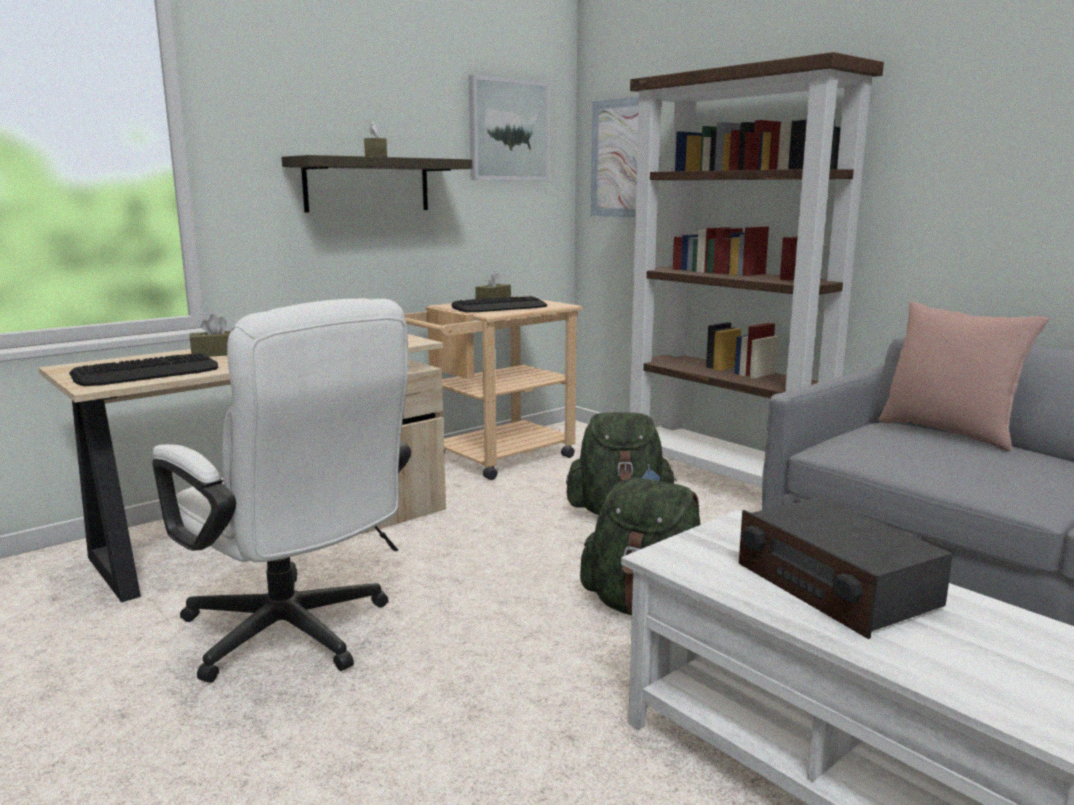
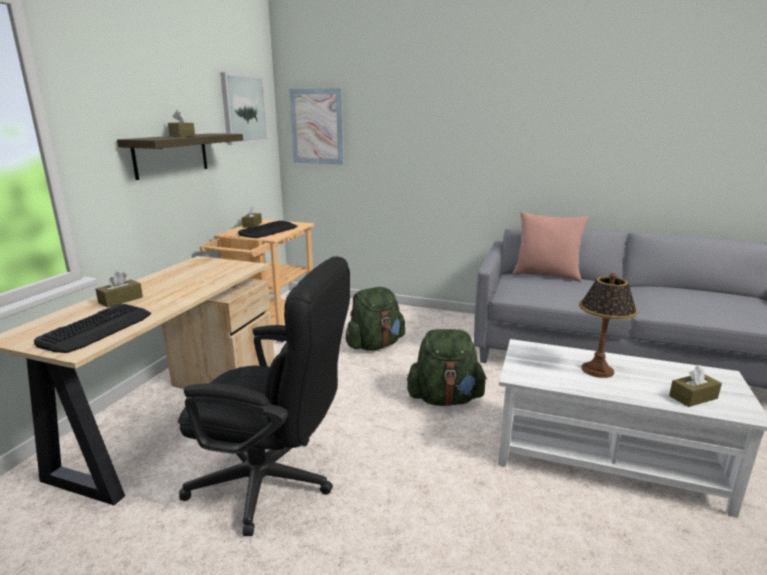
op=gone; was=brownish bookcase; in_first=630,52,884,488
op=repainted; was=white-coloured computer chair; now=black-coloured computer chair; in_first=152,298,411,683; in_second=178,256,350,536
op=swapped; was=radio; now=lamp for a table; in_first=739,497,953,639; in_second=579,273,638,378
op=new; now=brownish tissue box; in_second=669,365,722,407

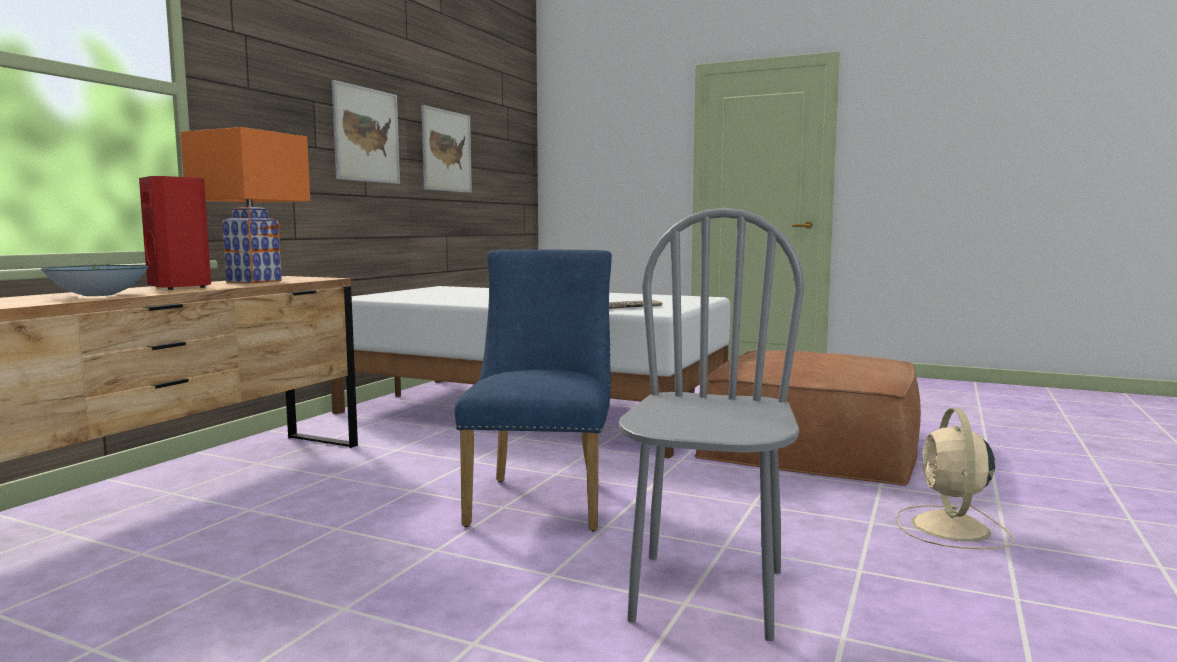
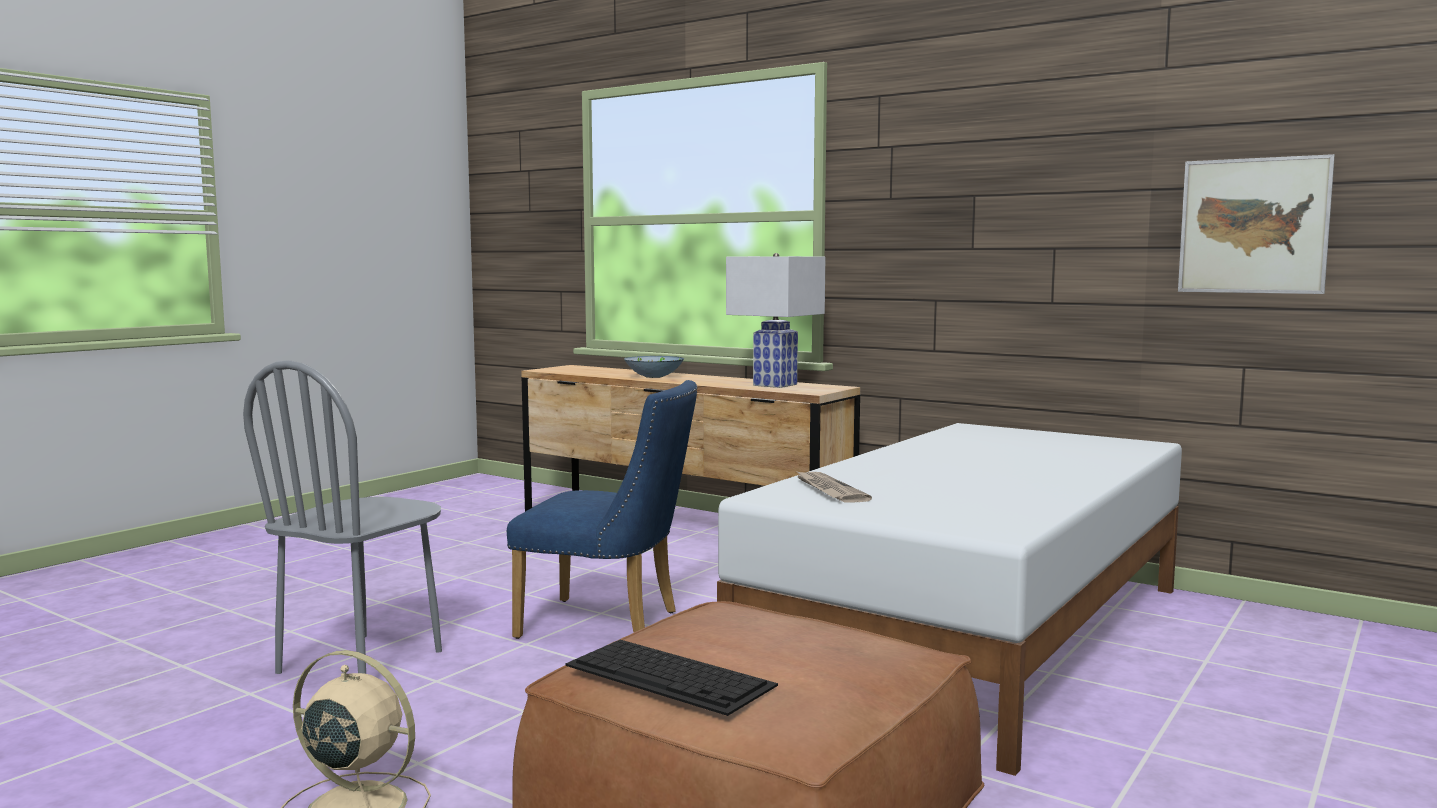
op=gone; was=wall picture; in_first=332,80,400,184
op=repainted; was=orangey lamp for a table; now=white-coloured lamp for a table; in_first=180,127,310,283; in_second=726,253,825,388
op=gone; was=red-coloured speaker; in_first=139,176,211,290
op=rotated; was=grey plain chair; in_first=619,208,804,641; in_second=243,360,442,674; clockwise=90
op=new; now=computer keyboard; in_second=565,640,778,716

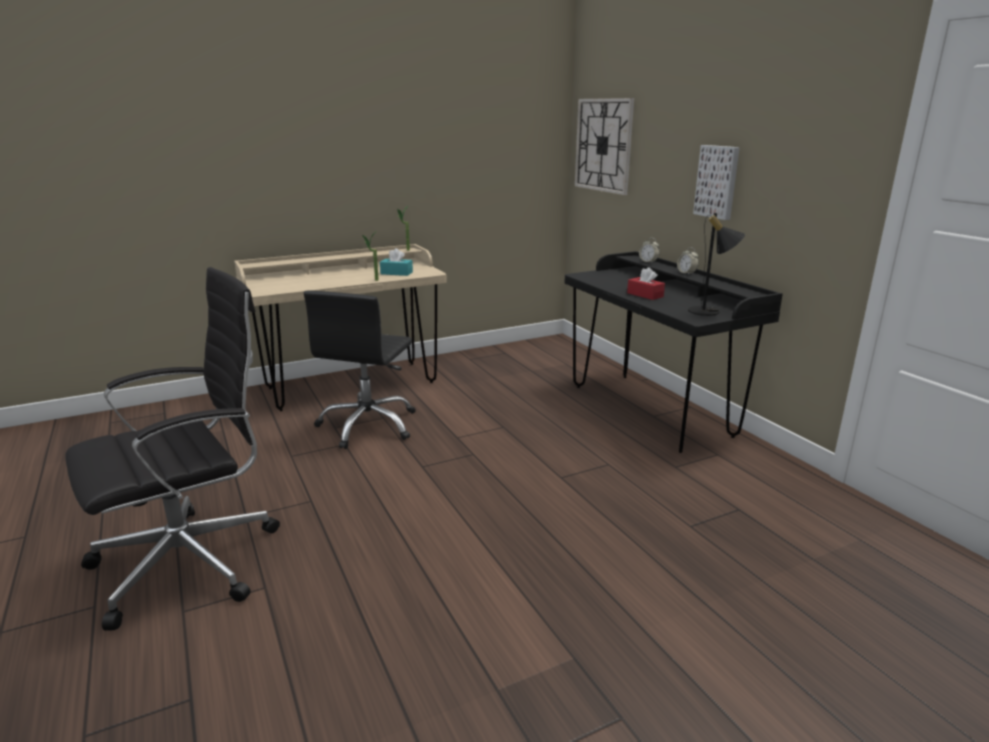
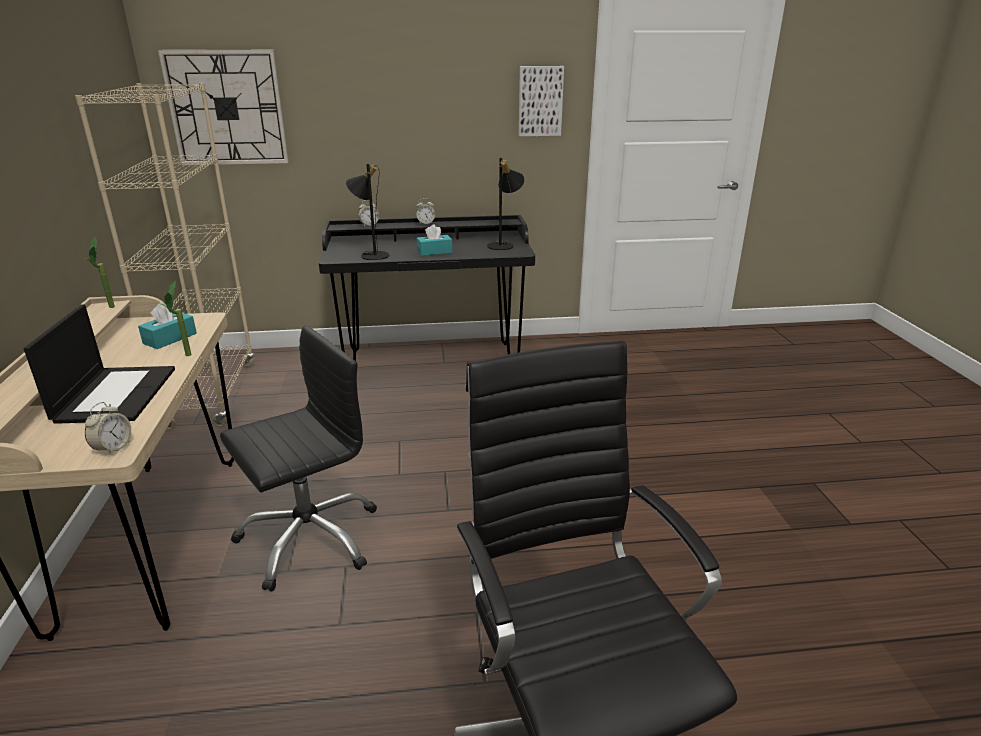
op=shifted; was=wall picture; in_first=693,145,740,220; in_second=519,66,564,136
op=repainted; was=red-coloured tissue box; now=blue-green tissue box; in_first=627,267,665,300; in_second=417,224,452,256
op=rotated; was=black-coloured computer chair; in_first=304,291,416,449; in_second=220,325,377,592; clockwise=-75
op=new; now=beige-coloured bookcase; in_second=75,83,254,430
op=new; now=black-coloured lamp for a table; in_second=346,164,389,260
op=new; now=laptop; in_second=24,304,175,424
op=new; now=alarm clock; in_second=85,402,131,456

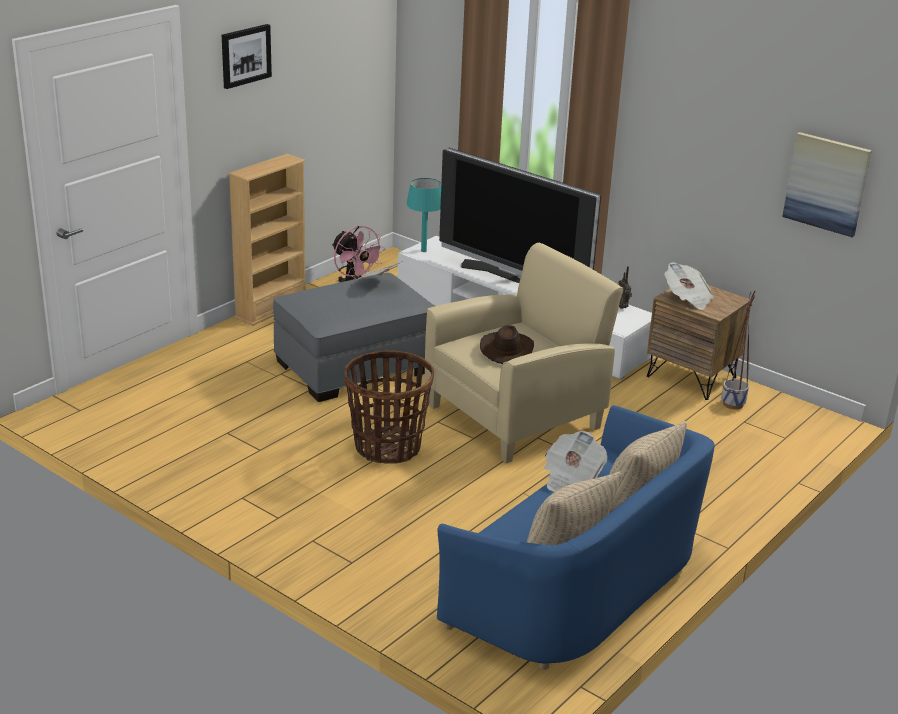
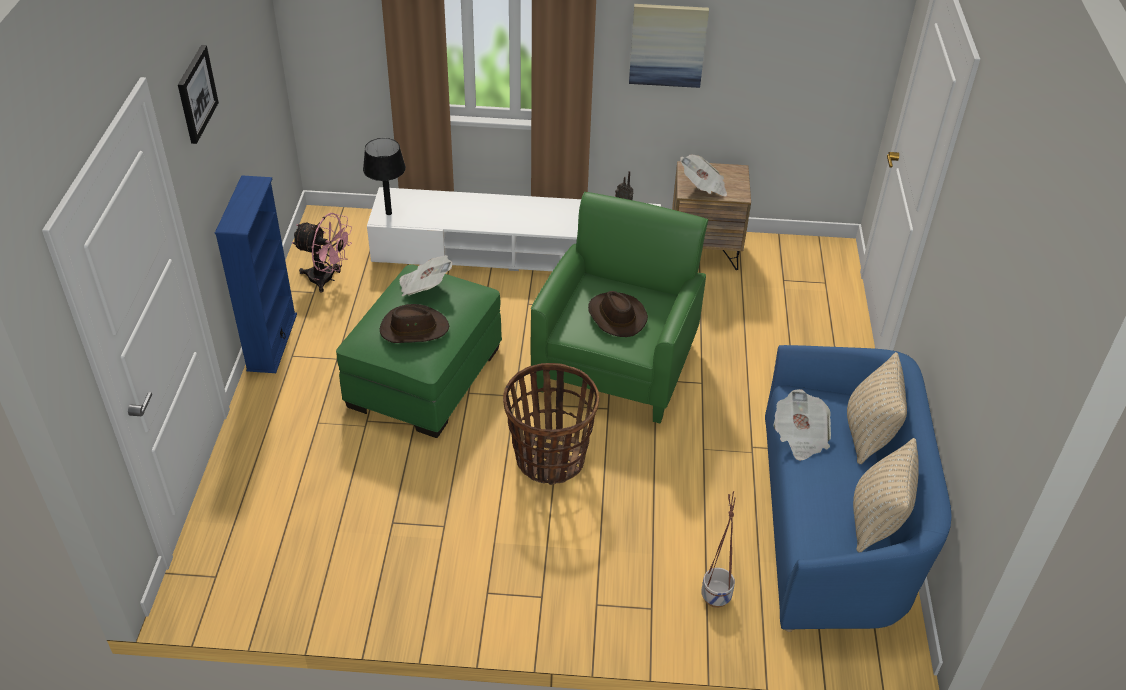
op=shifted; was=wall picture; in_first=782,132,872,237; in_second=629,4,709,88
op=gone; was=TV set; in_first=439,148,601,283
op=repainted; was=beige-coloured bookcase; now=blue bookcase; in_first=228,154,306,326; in_second=215,175,297,373
op=repainted; was=blue-green lamp for a table; now=black-coloured lamp for a table; in_first=406,178,441,252; in_second=363,138,406,215
op=repainted; was=beige-coloured lounge chair; now=greenish lounge chair; in_first=425,243,623,463; in_second=531,192,708,423
op=repainted; was=grey ottoman; now=greenish ottoman; in_first=273,273,435,402; in_second=336,265,502,438
op=shifted; was=plant pot; in_first=721,291,756,410; in_second=701,491,736,608
op=new; now=brownish hat; in_second=380,304,449,343

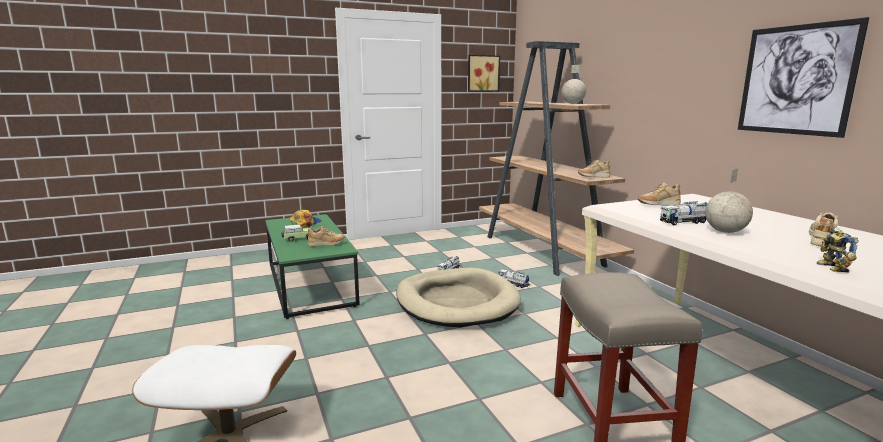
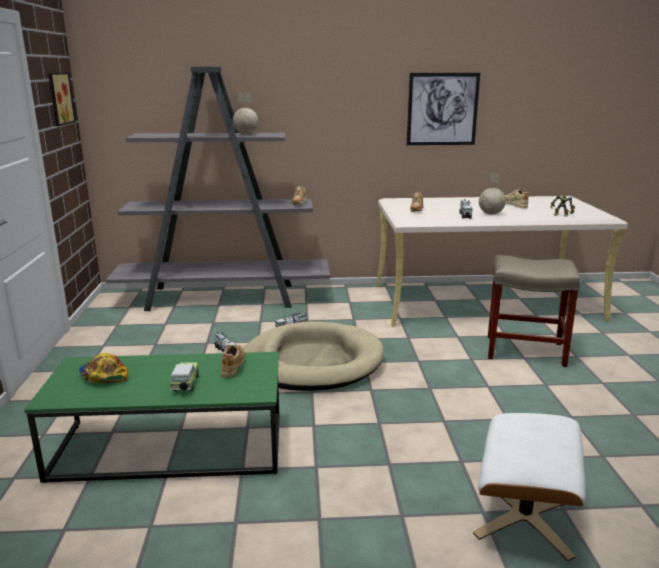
op=repainted; was=brownish bookcase; now=grey bookcase; in_first=479,41,634,276; in_second=106,67,330,311

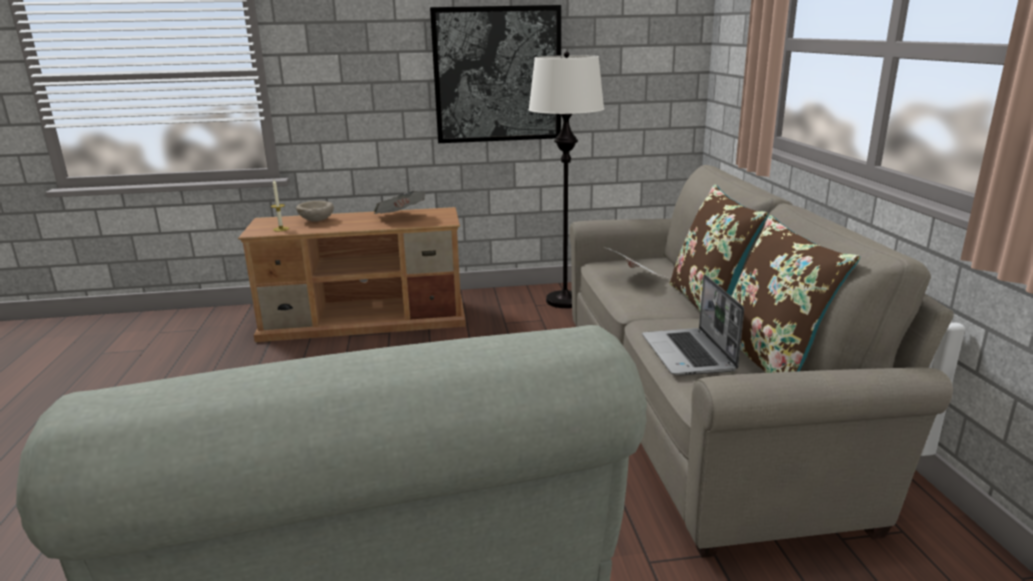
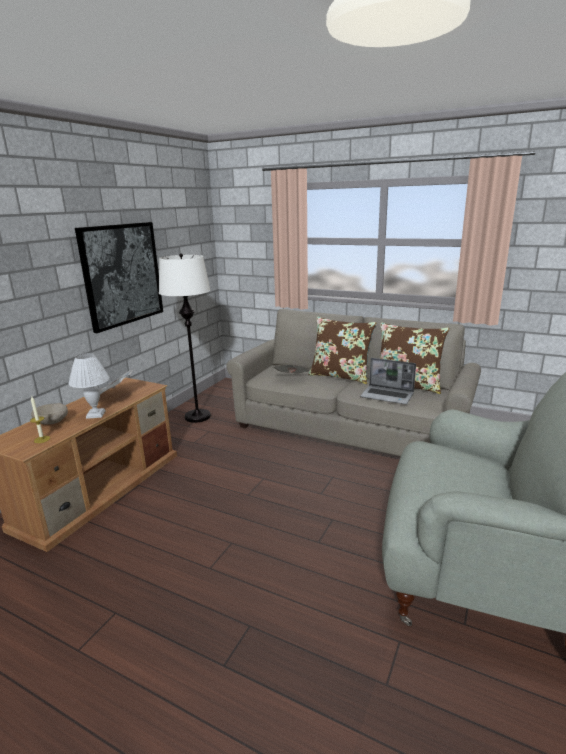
op=new; now=white-coloured lamp for a table; in_second=68,353,110,419

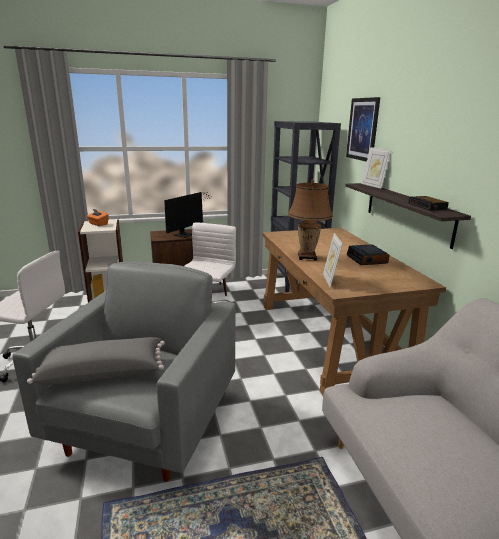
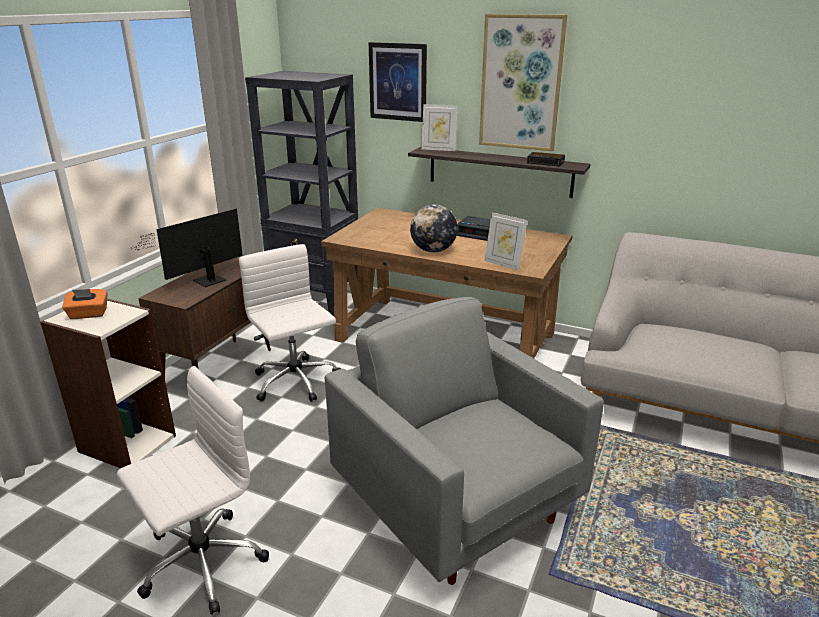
op=swapped; was=brownish lamp for a table; now=globe; in_first=288,179,333,260; in_second=410,205,458,253
op=rotated; was=computer screen; in_first=164,192,211,238; in_second=130,209,243,287; clockwise=-120
op=gone; was=grey cushion; in_first=27,337,165,385
op=new; now=wall picture; in_second=479,14,567,151

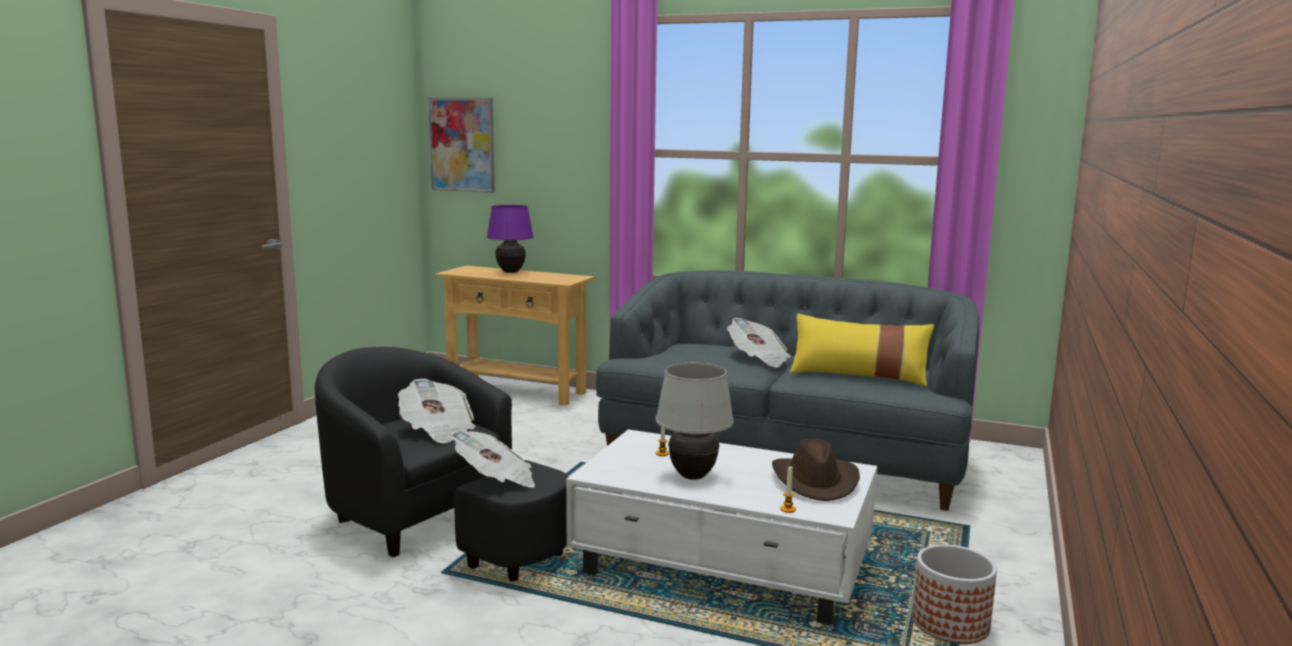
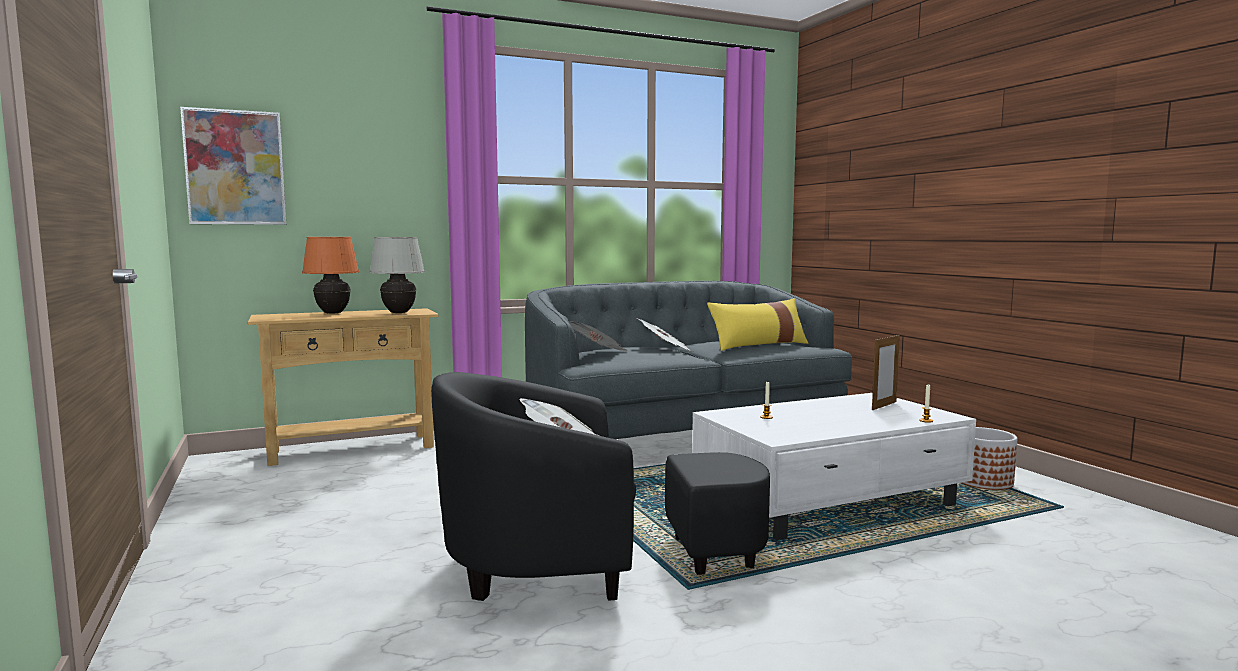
op=repainted; was=purplish lamp for a table; now=orangey lamp for a table; in_first=487,205,534,273; in_second=302,237,359,314
op=shifted; was=white-coloured lamp for a table; in_first=655,363,734,480; in_second=370,237,425,313
op=shifted; was=daily paper; in_first=451,431,535,488; in_second=569,321,627,351
op=swapped; was=brownish hat; now=photo frame; in_first=772,439,860,501; in_second=872,333,900,410

